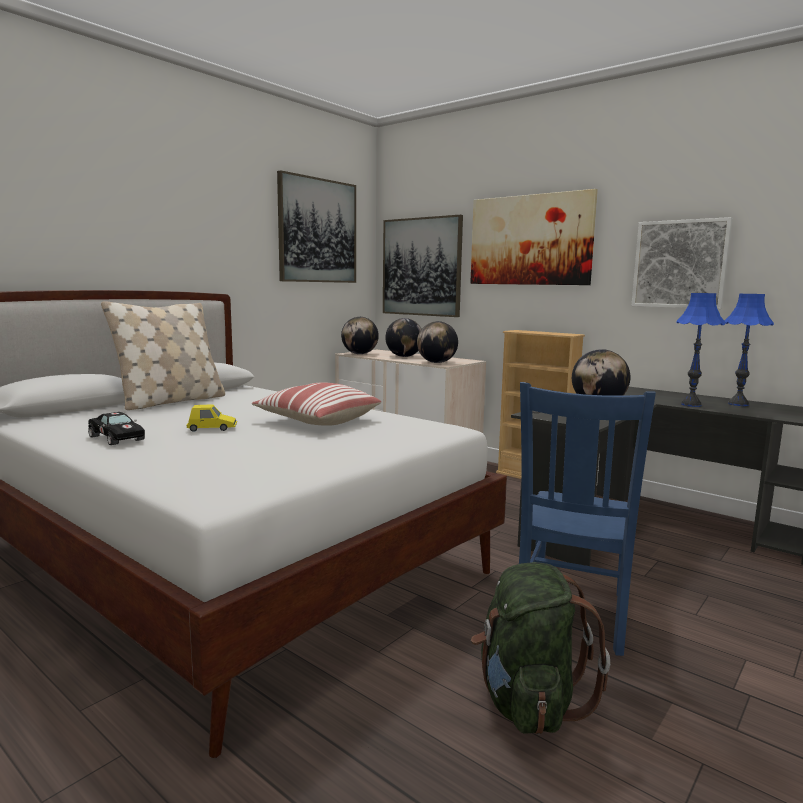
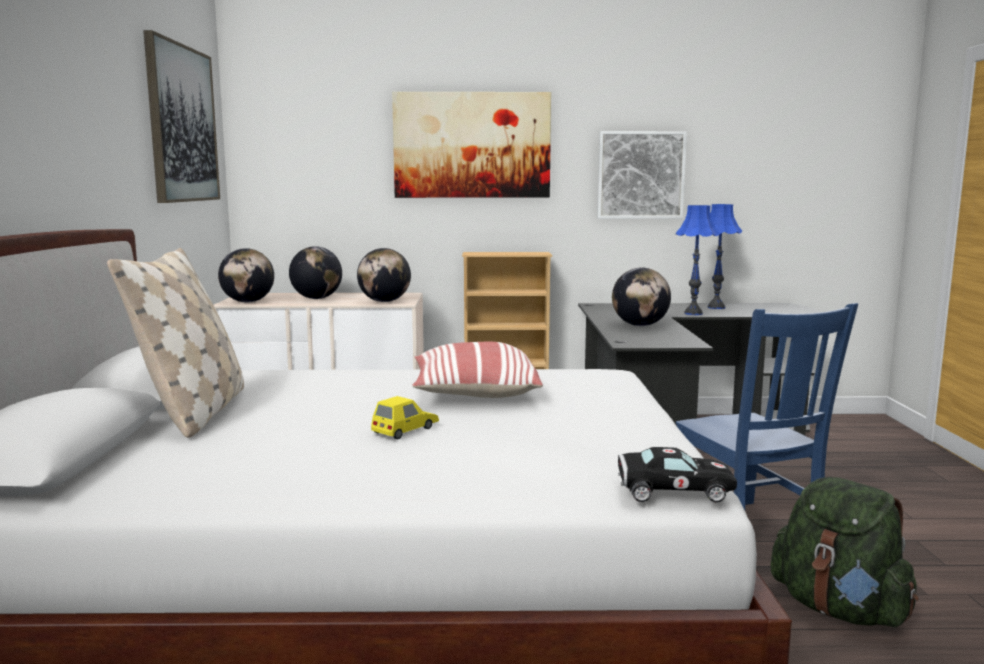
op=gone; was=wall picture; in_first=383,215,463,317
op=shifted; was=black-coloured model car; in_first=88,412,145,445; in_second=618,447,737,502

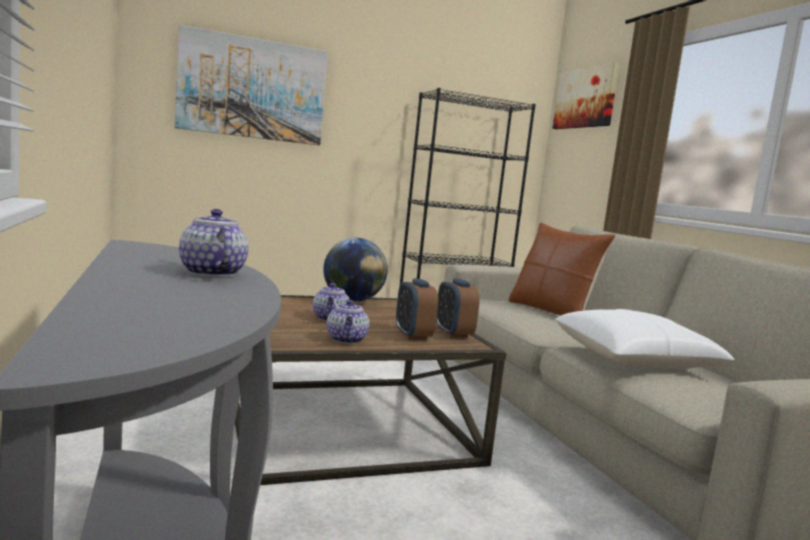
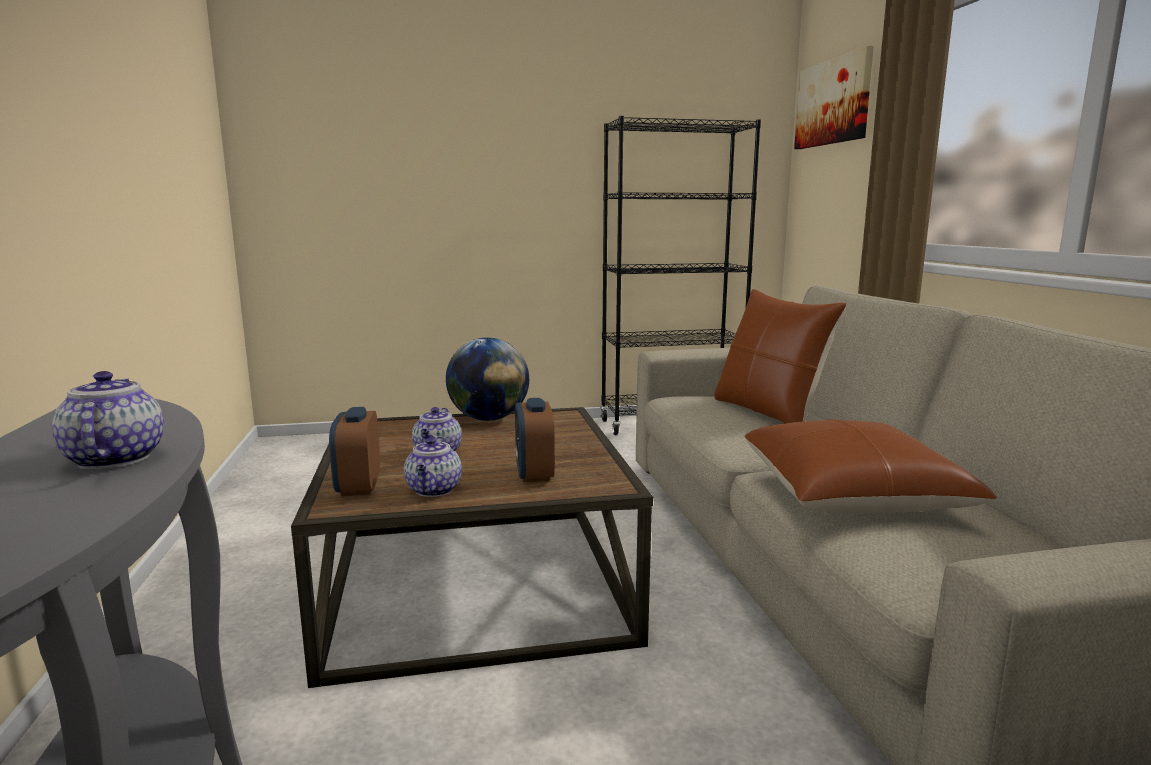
op=gone; was=wall picture; in_first=175,25,328,145
op=shifted; was=alarm clock; in_first=436,279,480,338; in_second=329,407,380,496
op=repainted; was=white-coloured cushion; now=brownish cushion; in_first=555,309,734,369; in_second=744,419,997,513

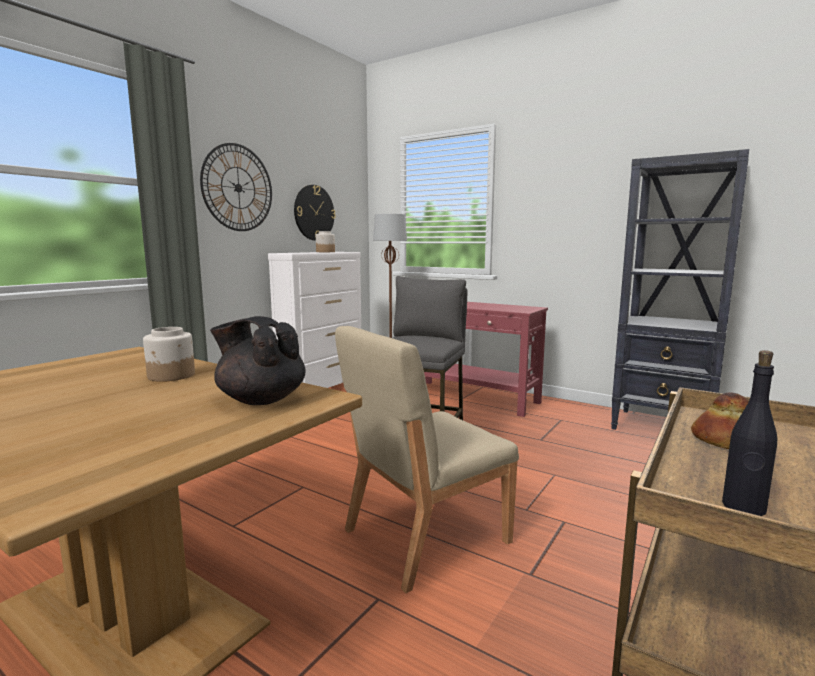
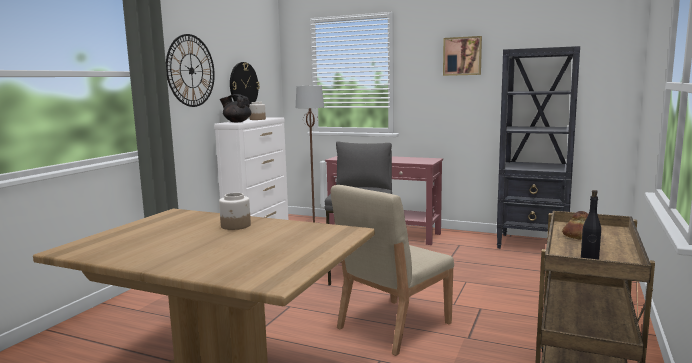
op=shifted; was=black-coloured pot for tea; in_first=210,316,306,405; in_second=220,94,251,122
op=new; now=wall picture; in_second=443,36,482,76

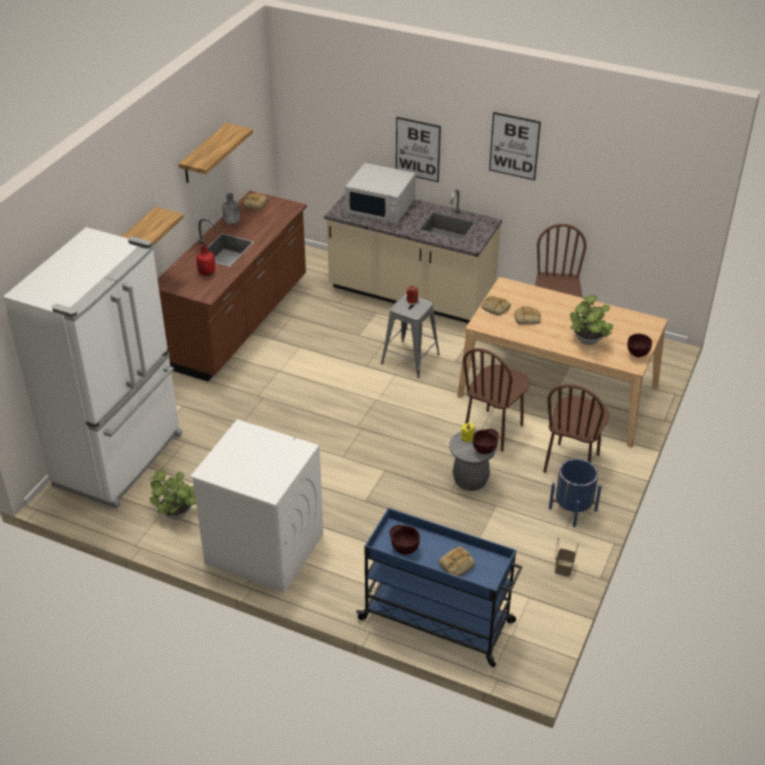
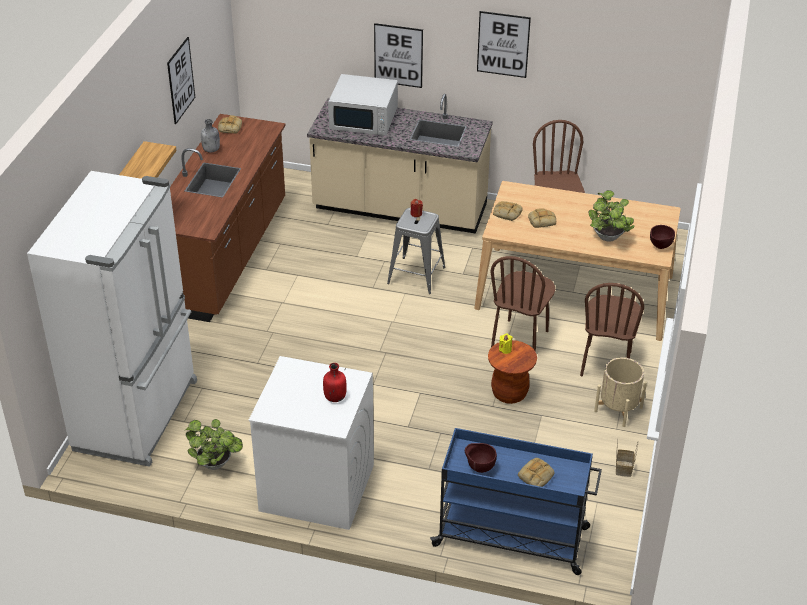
op=swapped; was=bracket shelf; now=wall picture; in_first=179,123,253,183; in_second=167,37,195,124
op=shifted; was=red-coloured bottle; in_first=196,243,215,276; in_second=323,363,347,402
op=gone; was=brownish serving bowl; in_first=473,429,499,454
op=repainted; was=grey stool seat; now=brownish stool seat; in_first=449,430,497,491; in_second=488,340,537,404
op=repainted; was=blue plant pot; now=beige-coloured plant pot; in_first=549,459,602,527; in_second=594,357,647,427

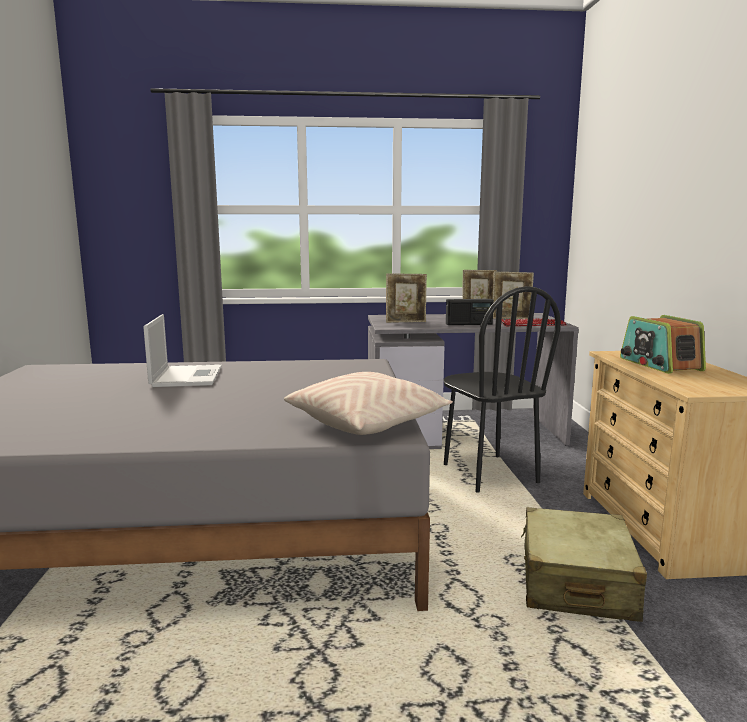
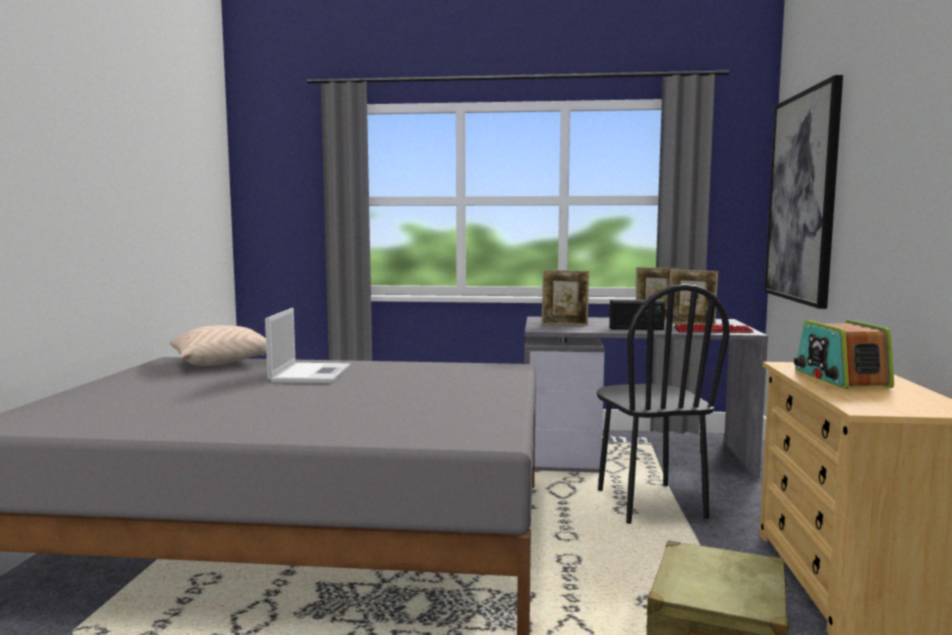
op=shifted; was=beige-coloured cushion; in_first=284,372,453,435; in_second=169,325,266,366
op=new; now=wall picture; in_second=764,75,843,309

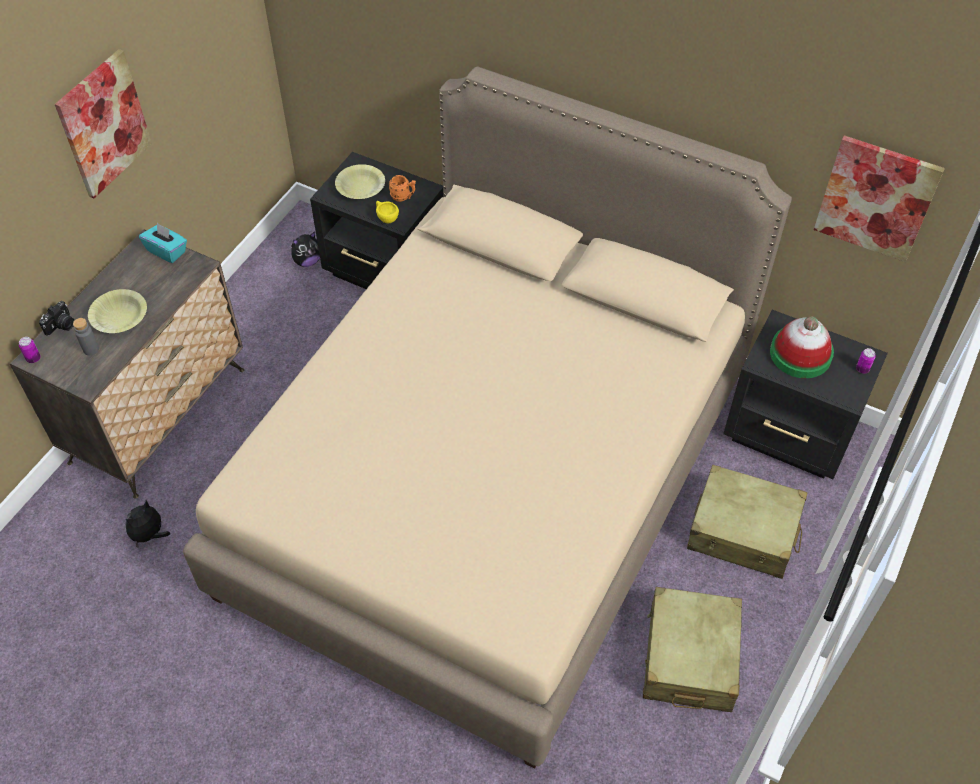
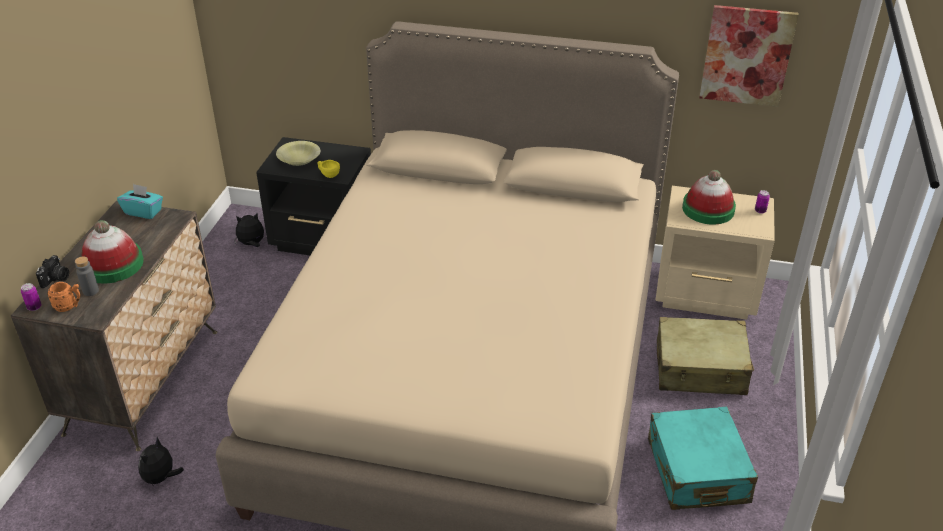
op=gone; was=wall picture; in_first=55,49,152,198
op=shifted; was=orangey coffee mug; in_first=389,175,416,202; in_second=47,282,81,312
op=rotated; was=cuddly toy; in_first=291,232,320,267; in_second=234,213,264,247; clockwise=-150
op=swapped; was=yellow serving bowl; now=hat; in_first=88,289,147,333; in_second=81,220,143,284
op=repainted; was=black-coloured night table; now=beige-coloured night table; in_first=723,310,888,479; in_second=655,186,775,320
op=repainted; was=beige-coloured suitcase; now=blue-green suitcase; in_first=643,587,742,712; in_second=648,406,758,510

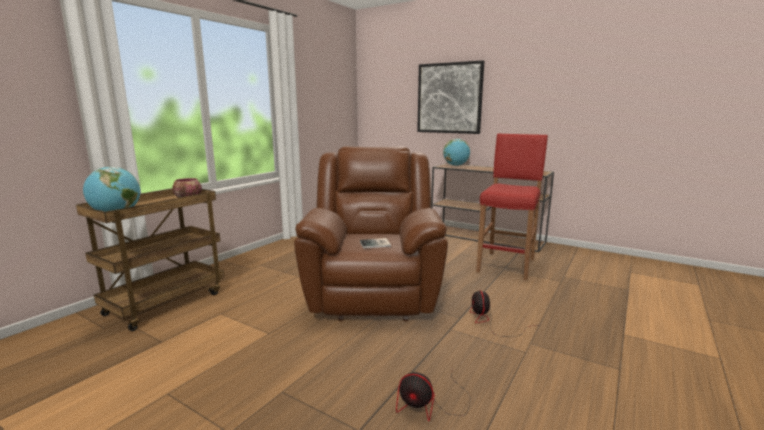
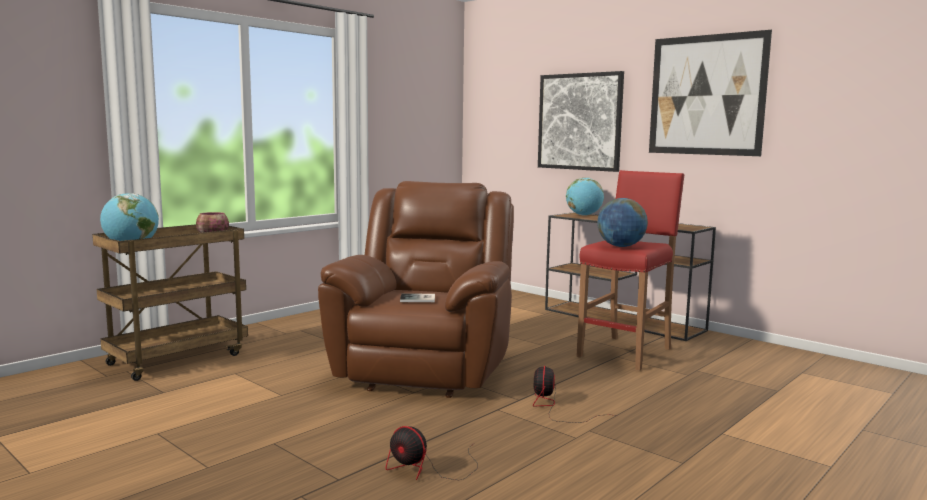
op=new; now=wall picture; in_second=649,30,772,156
op=new; now=globe; in_second=597,198,648,247

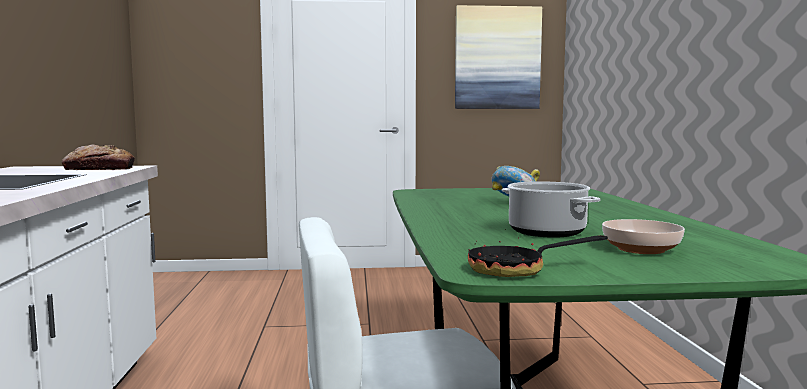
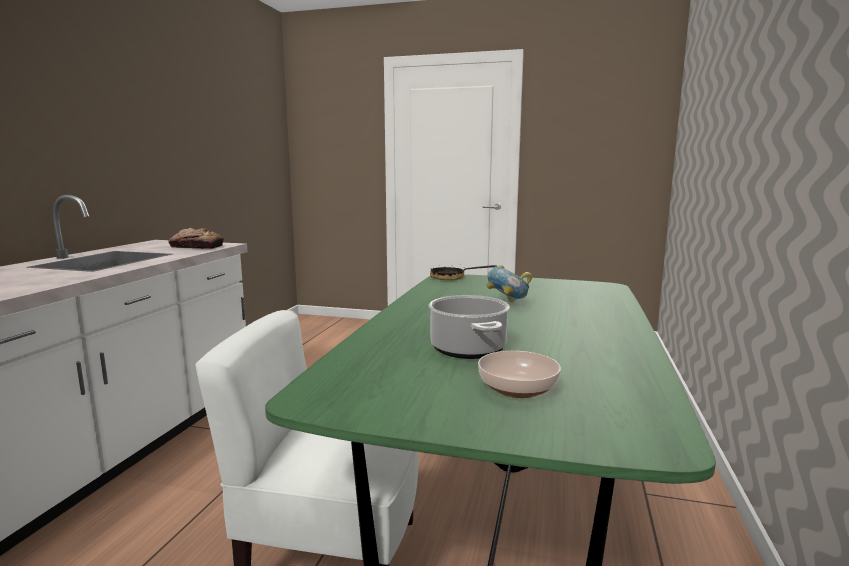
op=gone; was=wall picture; in_first=455,5,542,109
op=shifted; was=pan; in_first=468,229,608,277; in_second=430,263,497,280

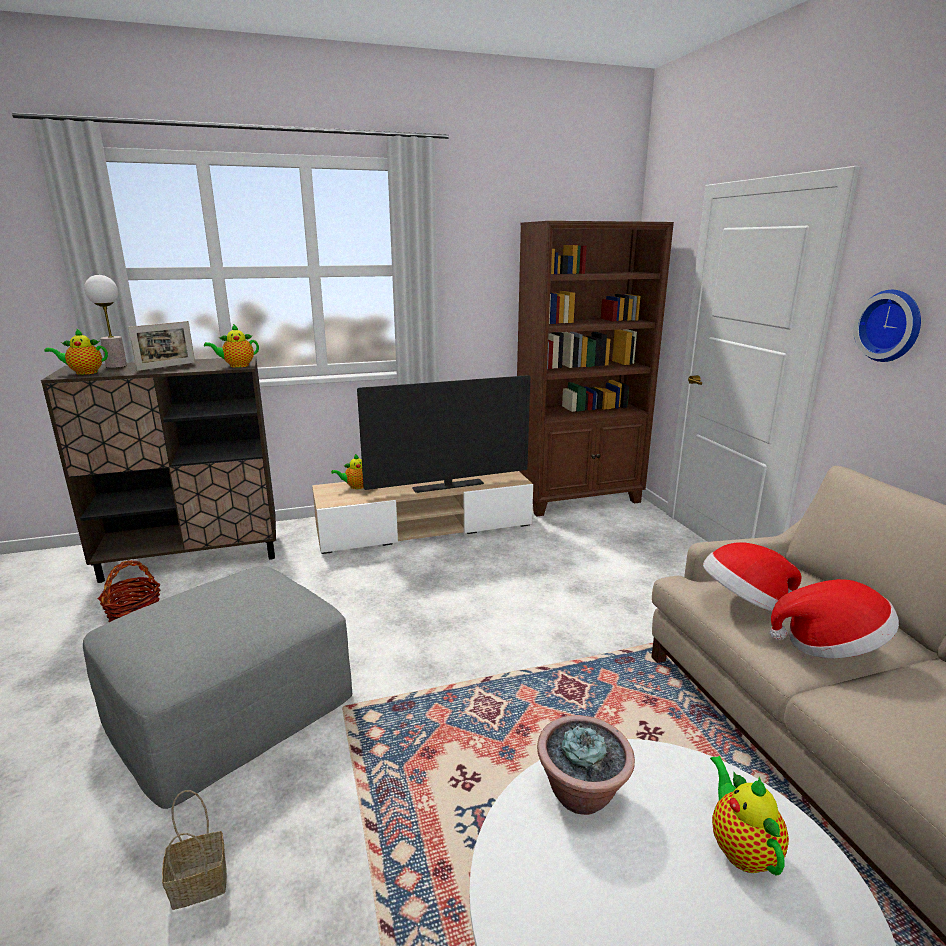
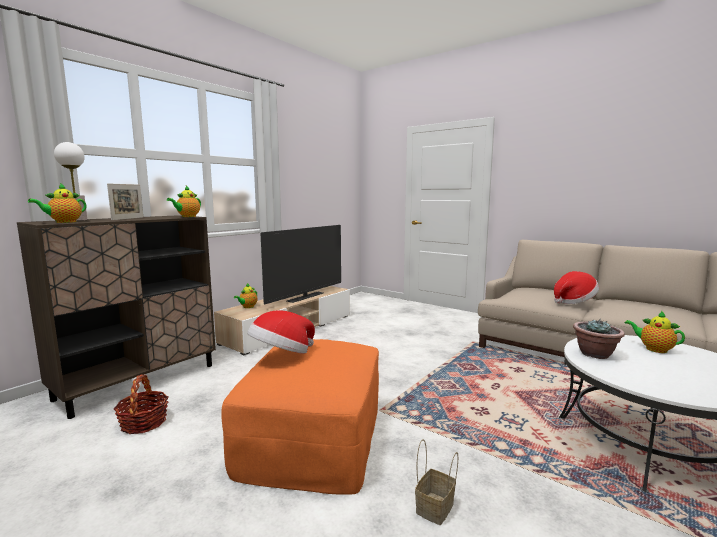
op=gone; was=brownish bookcase; in_first=517,221,674,516
op=gone; was=clock on the wall; in_first=854,290,921,362
op=shifted; was=hat; in_first=703,543,802,612; in_second=247,310,315,354
op=repainted; was=grey ottoman; now=orangey ottoman; in_first=83,566,352,809; in_second=221,339,379,495

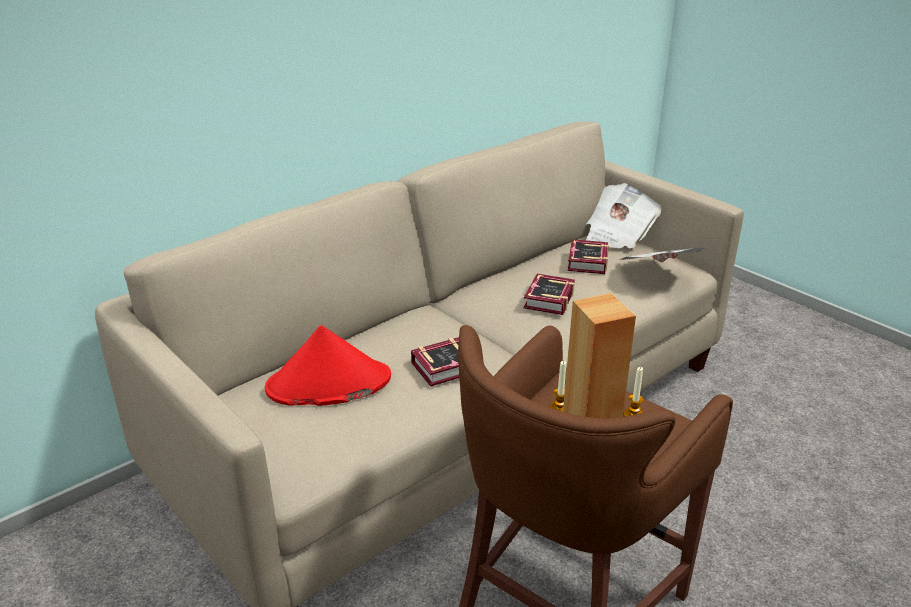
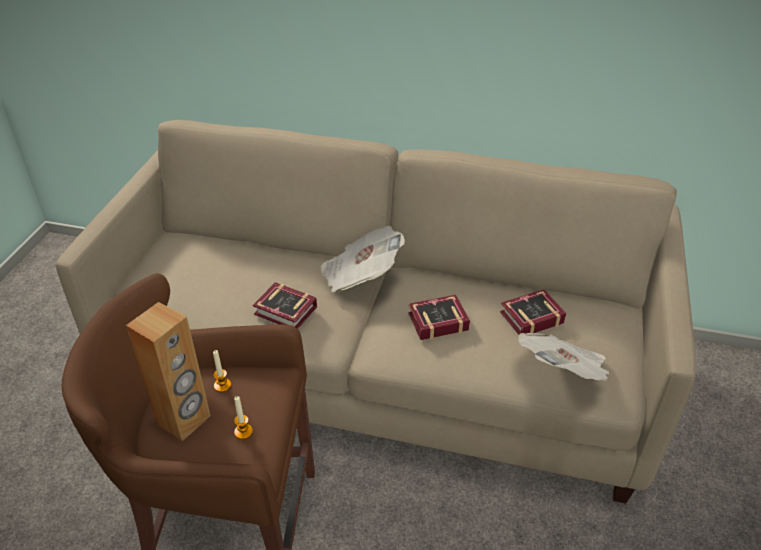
op=shifted; was=daily paper; in_first=586,182,662,248; in_second=320,226,405,293
op=gone; was=red-coloured hat; in_first=265,325,391,406

